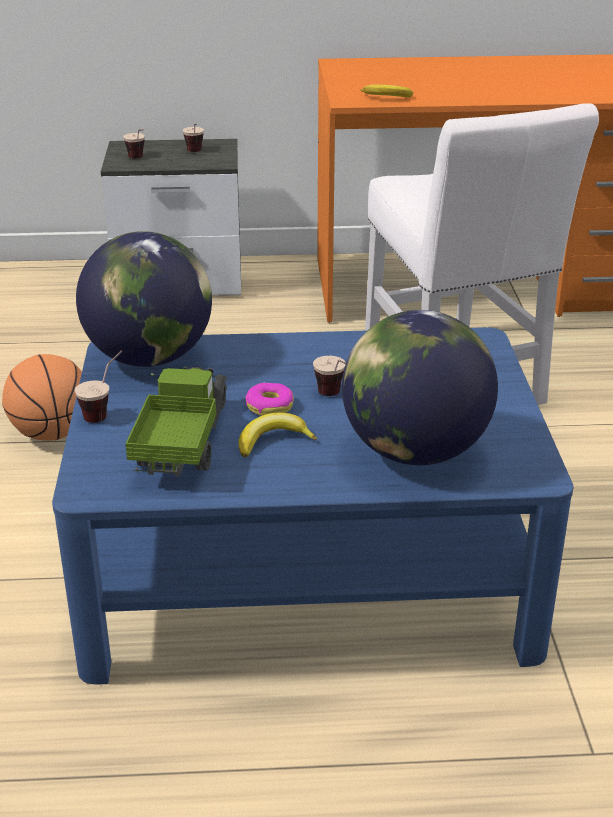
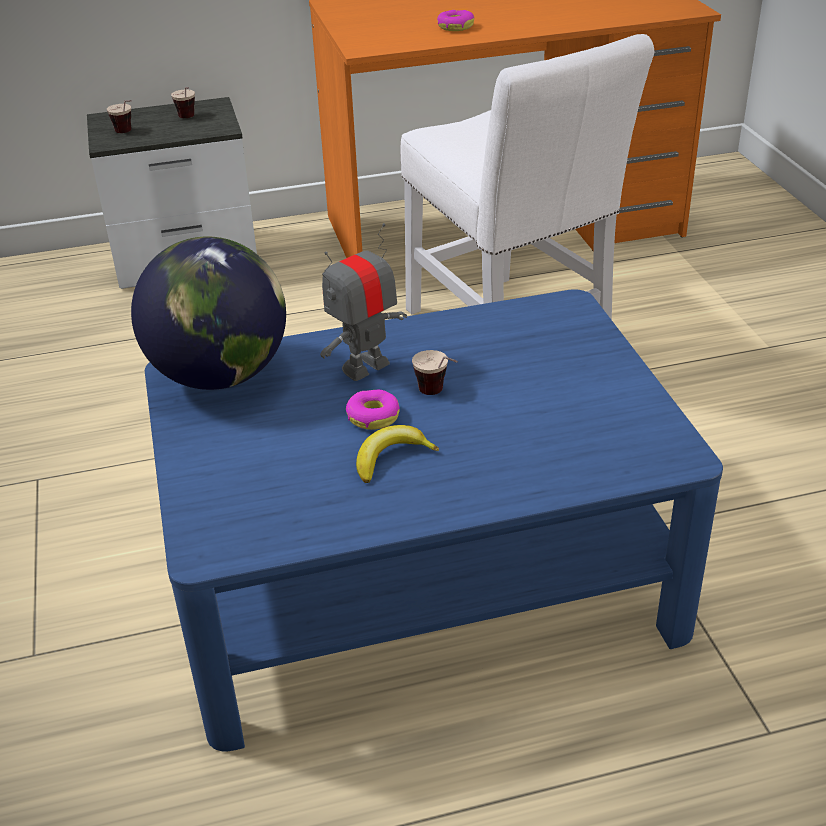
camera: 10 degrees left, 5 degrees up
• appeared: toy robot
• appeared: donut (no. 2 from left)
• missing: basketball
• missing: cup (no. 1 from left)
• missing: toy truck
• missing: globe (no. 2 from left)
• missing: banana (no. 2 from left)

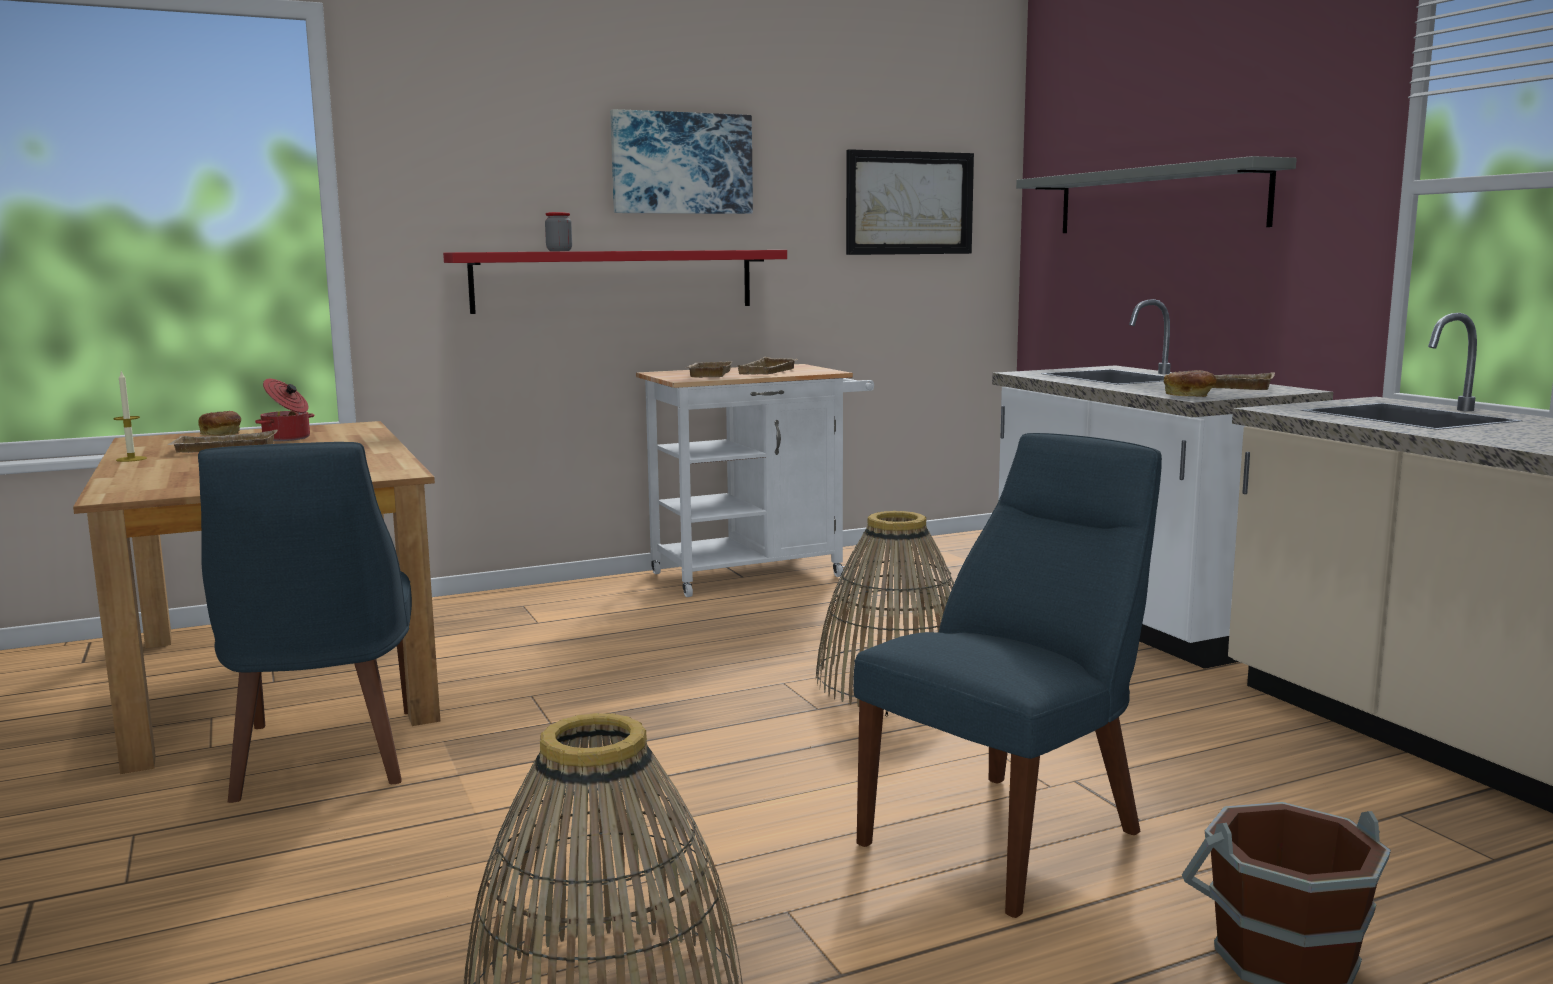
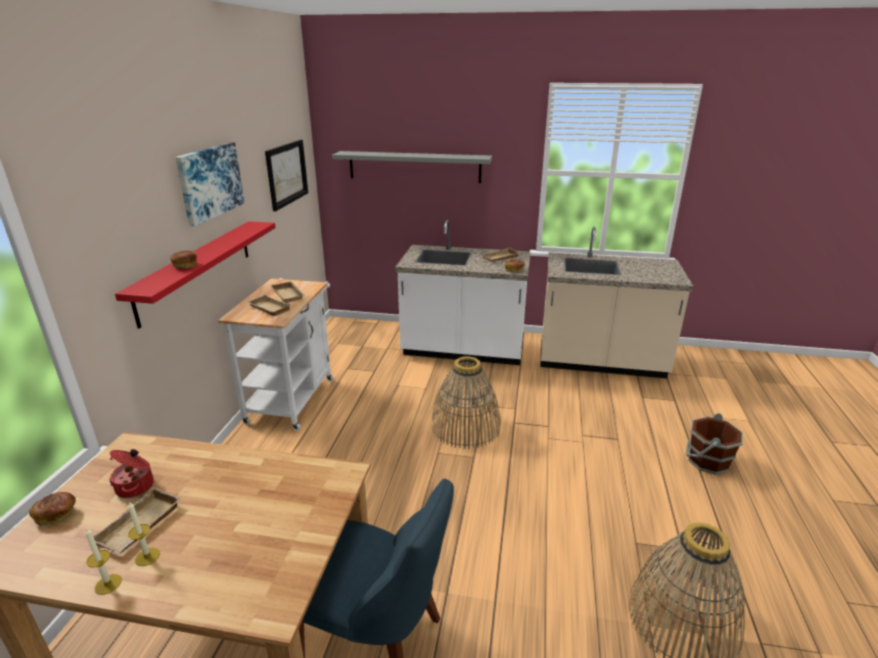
camera: 55 degrees left, 15 degrees up
• appeared: candle (no. 2 from left)
• exchanged: jar to bread (no. 2 from left)
• missing: chair in blue (no. 2 from left)

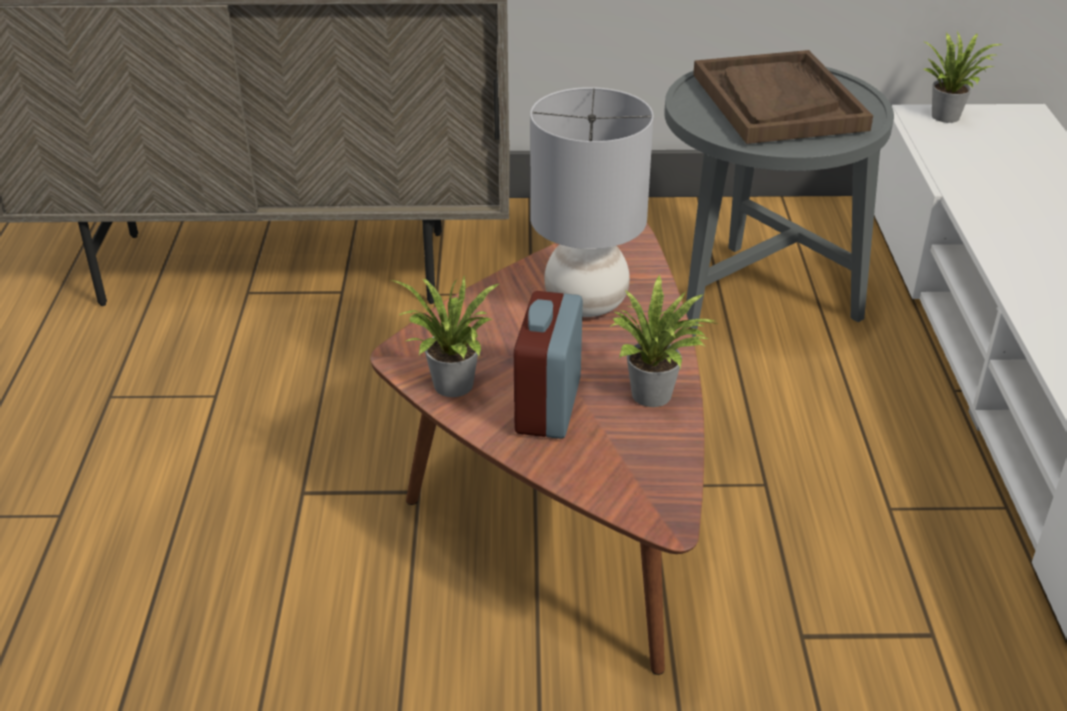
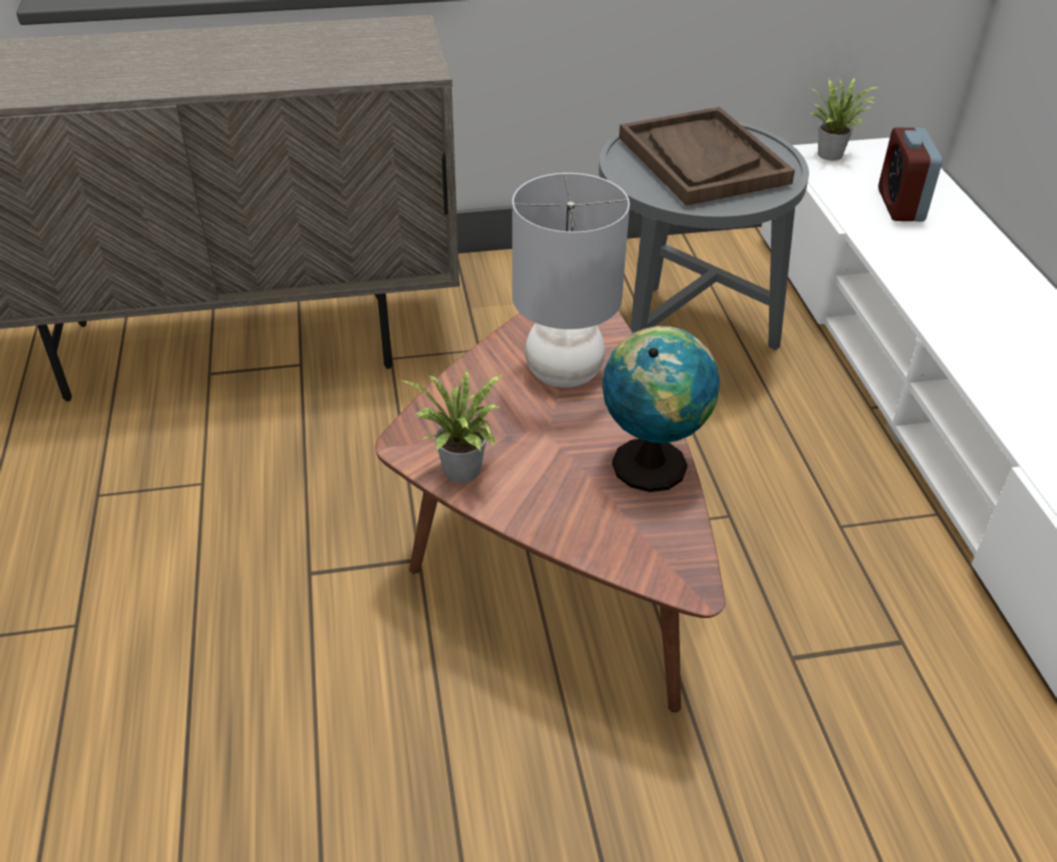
camera: 10 degrees left, 5 degrees up
• exchanged: potted plant (no. 2 from left) to globe
• relocated: alarm clock

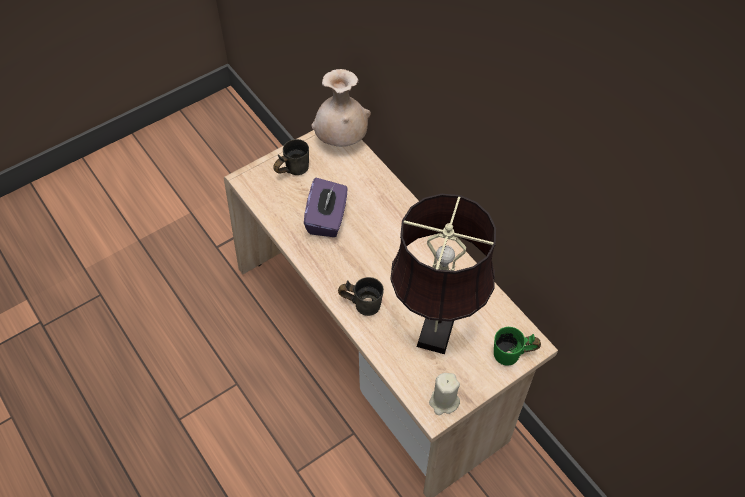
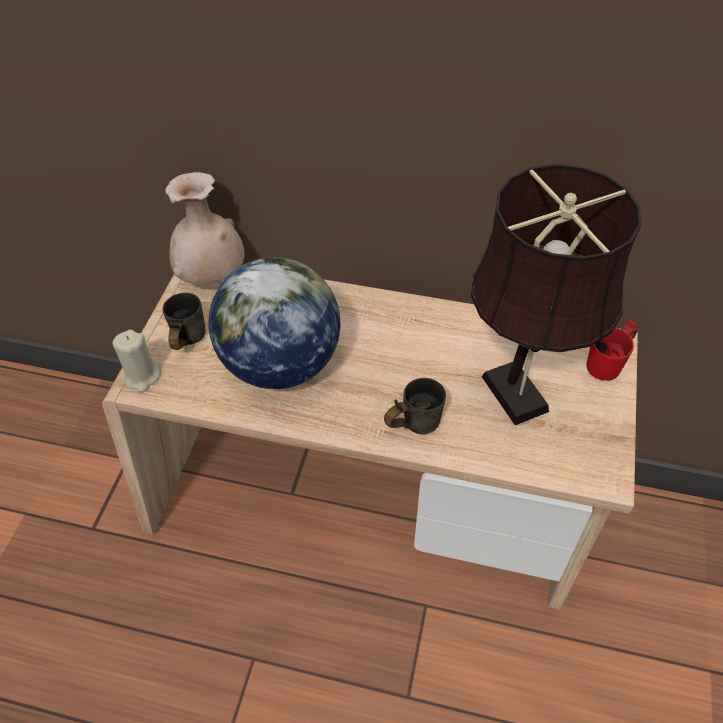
camera: 40 degrees left, 5 degrees down
• relocated: candle in beige
• exchanged: tissue box in purple to globe
• colour: mug in green to mug in red

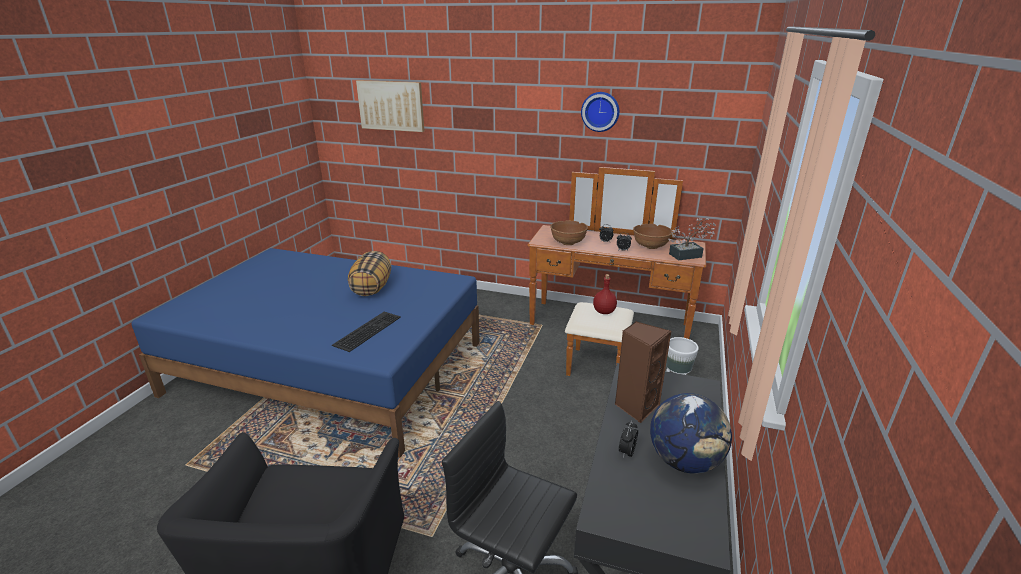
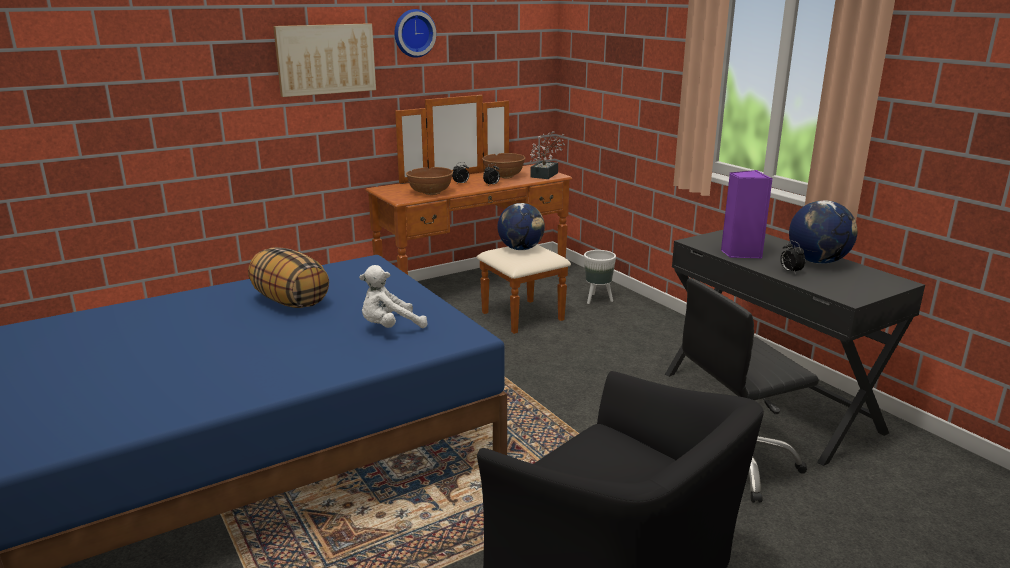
camera: 50 degrees left, 5 degrees down
• relocated: picture
• exchanged: keyboard to plush toy in white
• exchanged: bottle in red to globe (no. 1 from left)
• colour: speaker in brown to speaker in purple

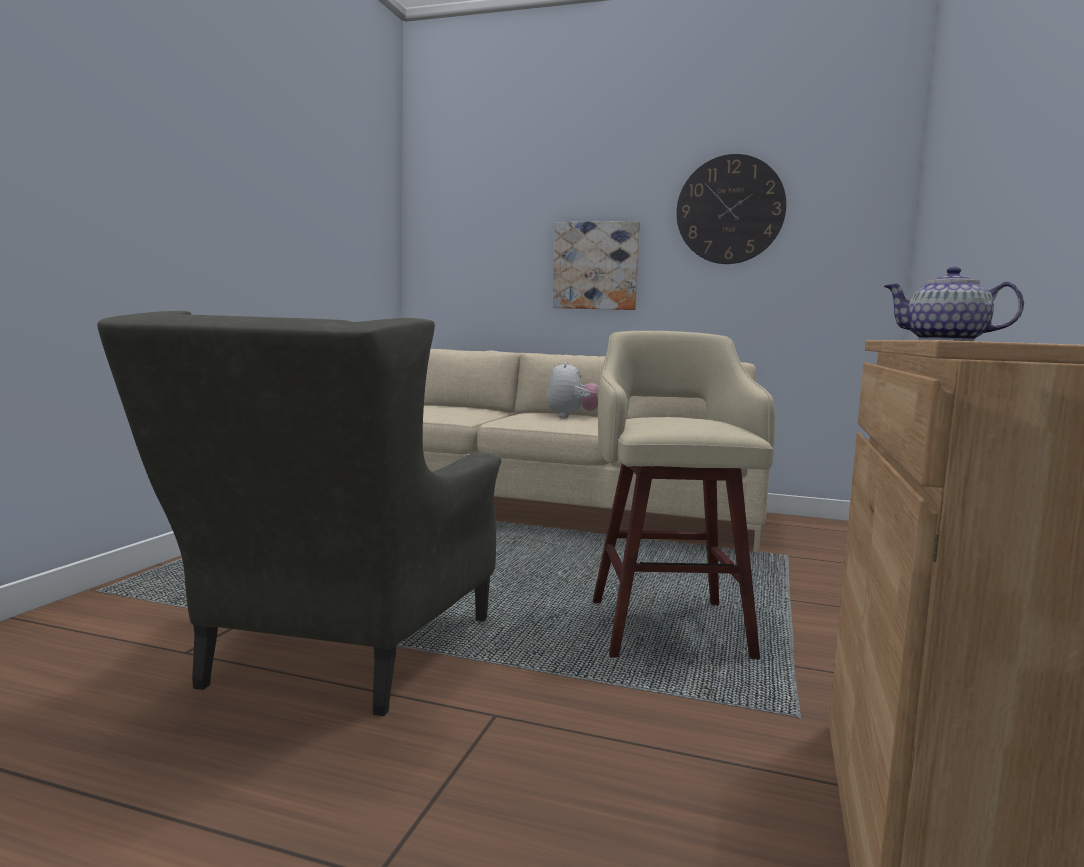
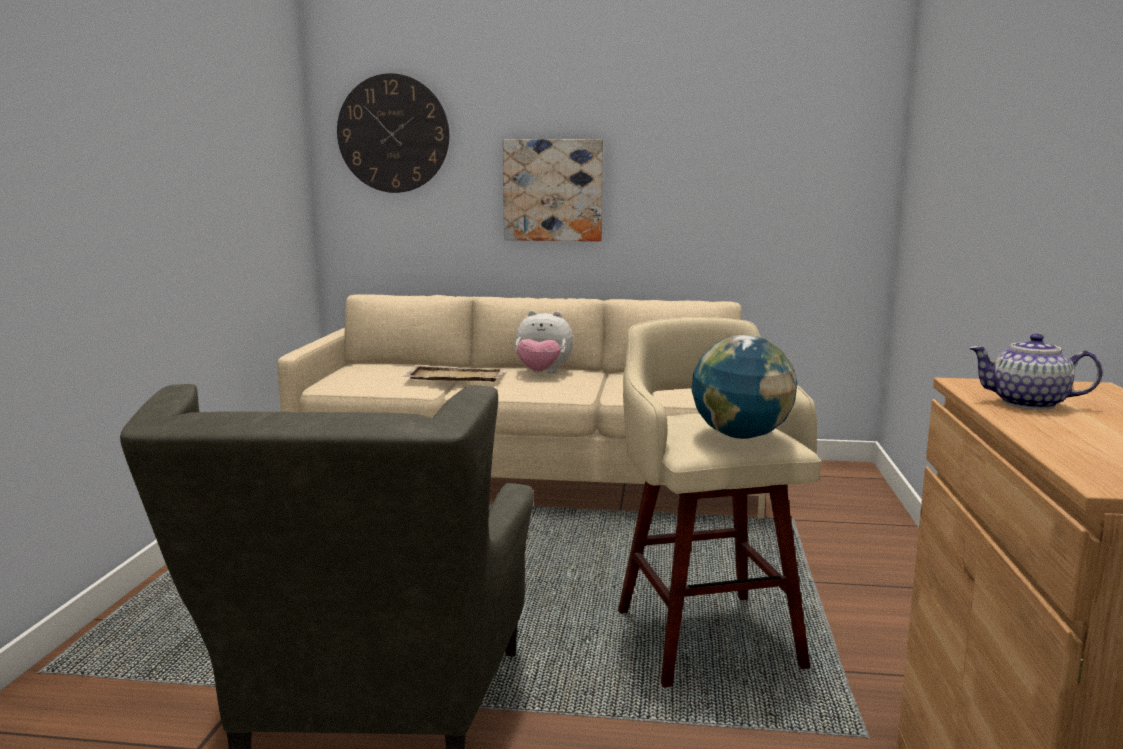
camera: 10 degrees left, 5 degrees up
• relocated: wall clock
• appeared: tray in beige
• spun: plush toy 105 degrees clockwise
• appeared: globe

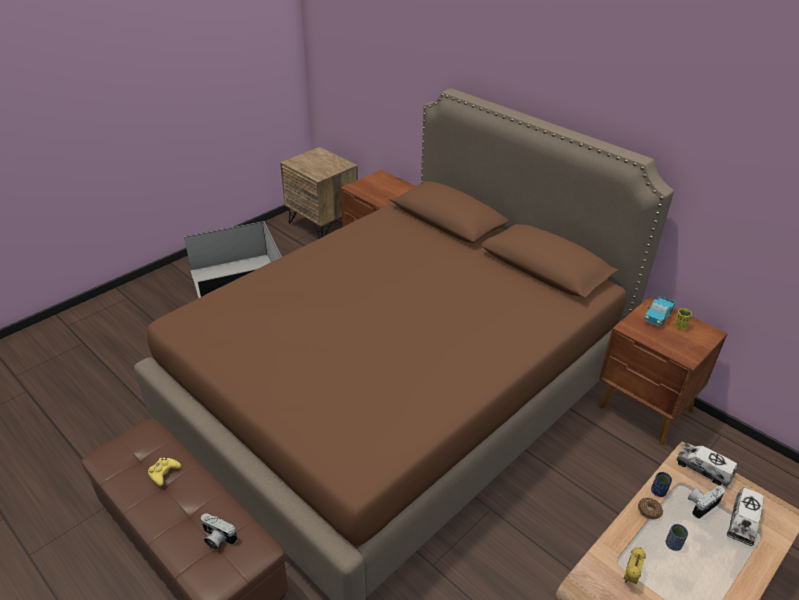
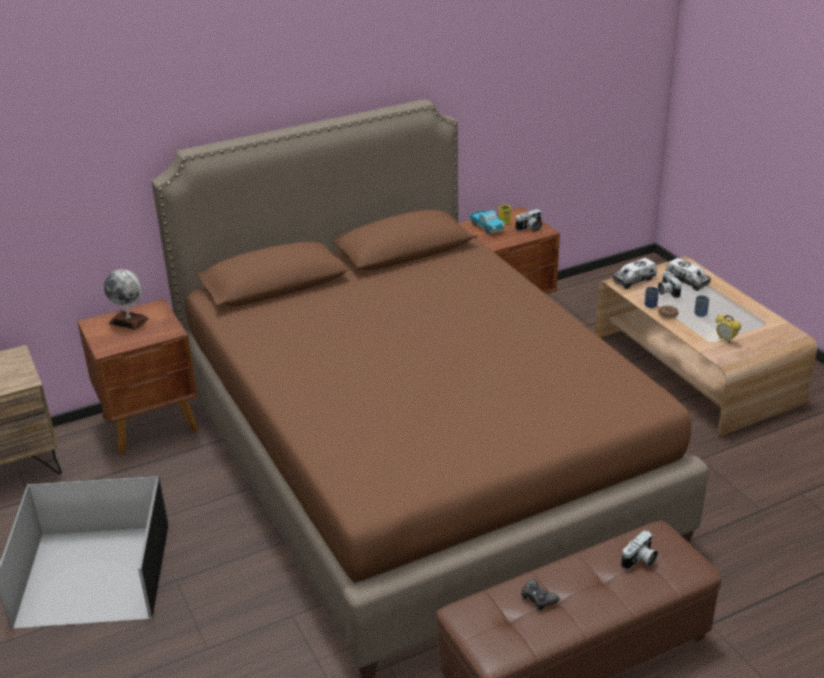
camera: 70 degrees left, 5 degrees down
• appeared: globe
• appeared: photo camera (no. 1 from left)
• colour: game controller in yellow to game controller in black

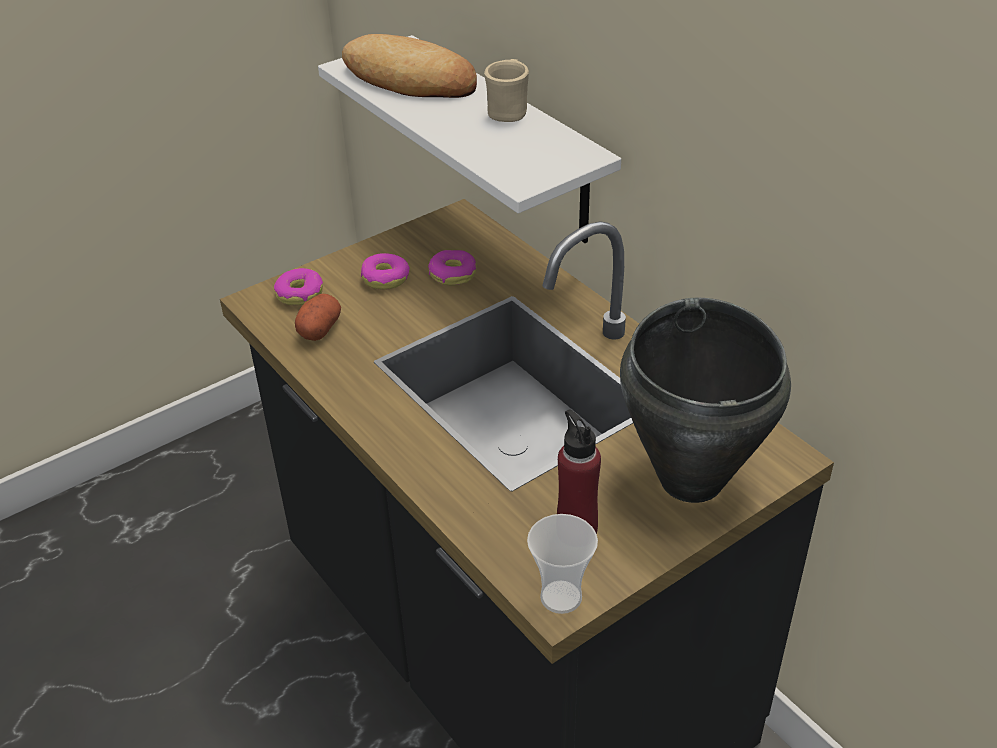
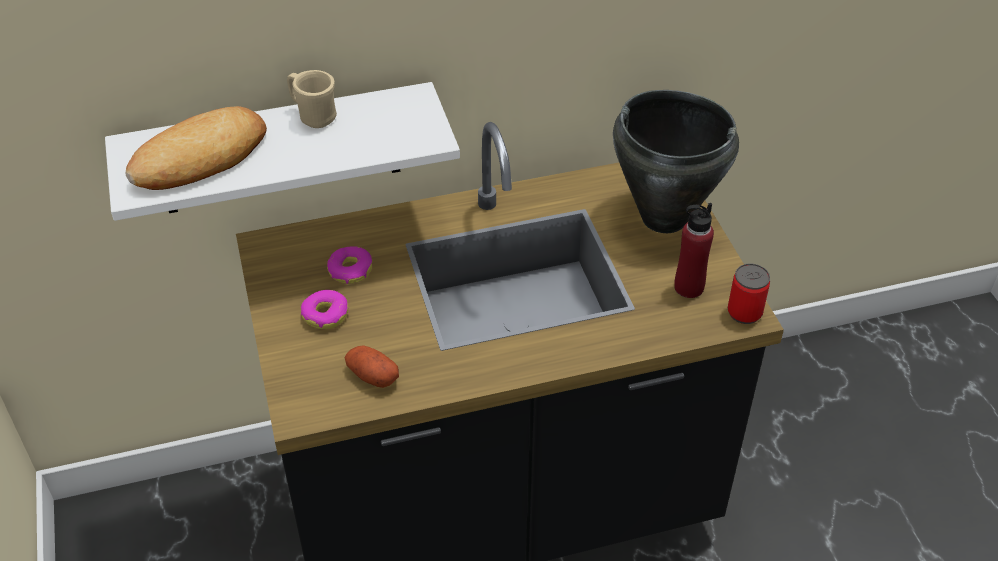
camera: 70 degrees left, 5 degrees up
• exchanged: cup to can
• missing: donut (no. 1 from left)

